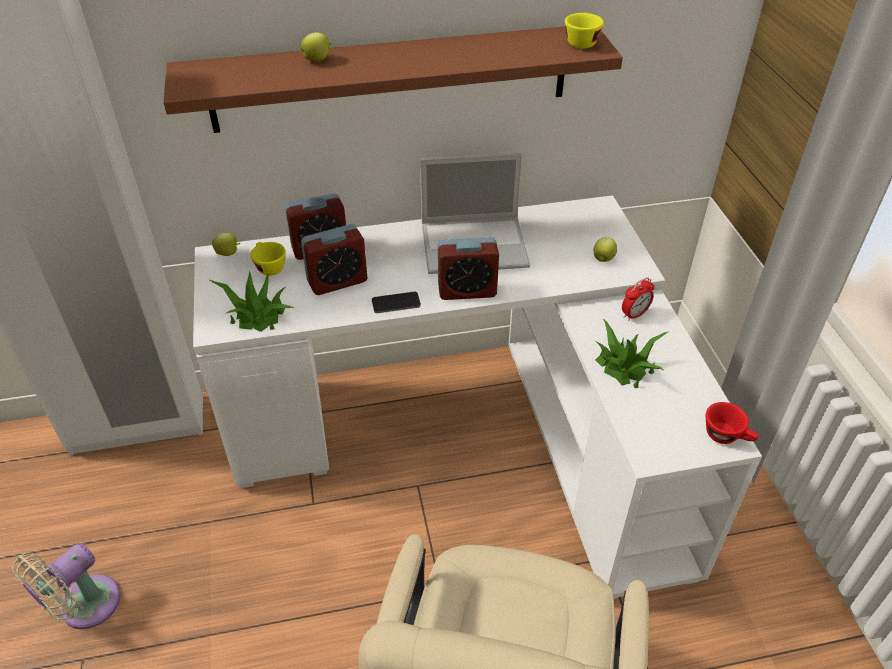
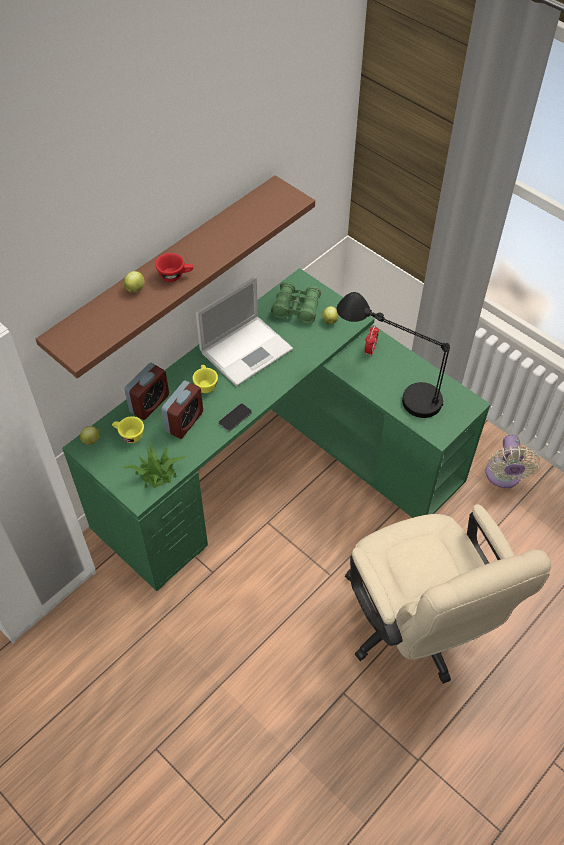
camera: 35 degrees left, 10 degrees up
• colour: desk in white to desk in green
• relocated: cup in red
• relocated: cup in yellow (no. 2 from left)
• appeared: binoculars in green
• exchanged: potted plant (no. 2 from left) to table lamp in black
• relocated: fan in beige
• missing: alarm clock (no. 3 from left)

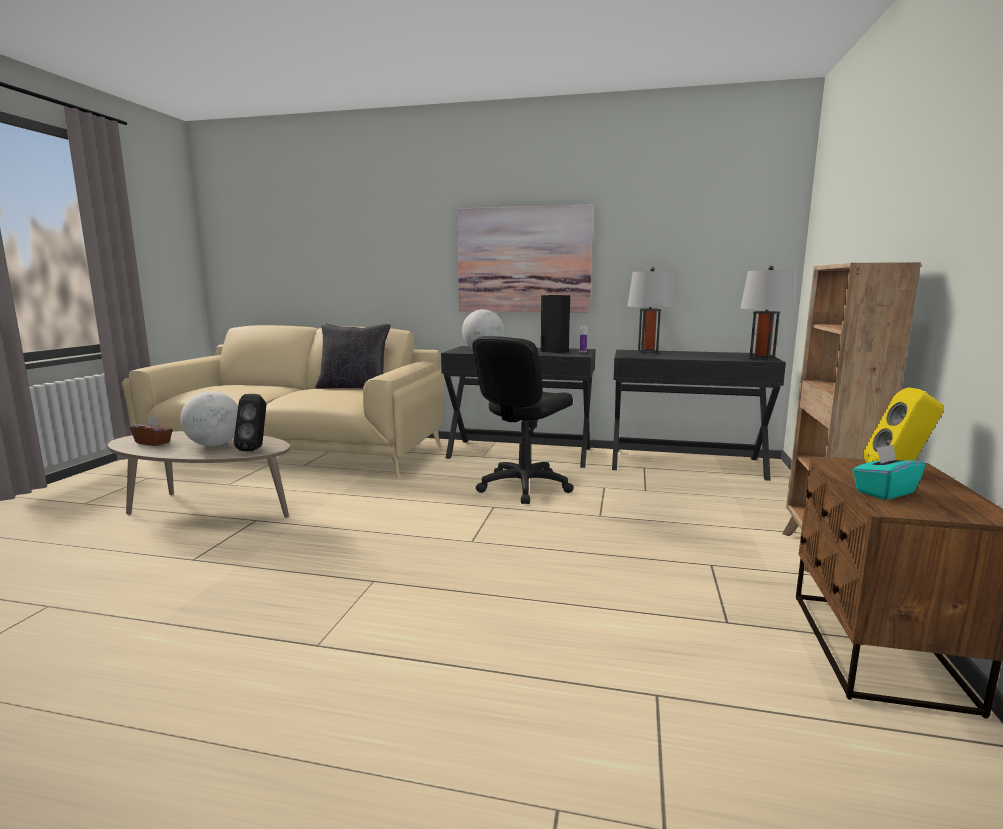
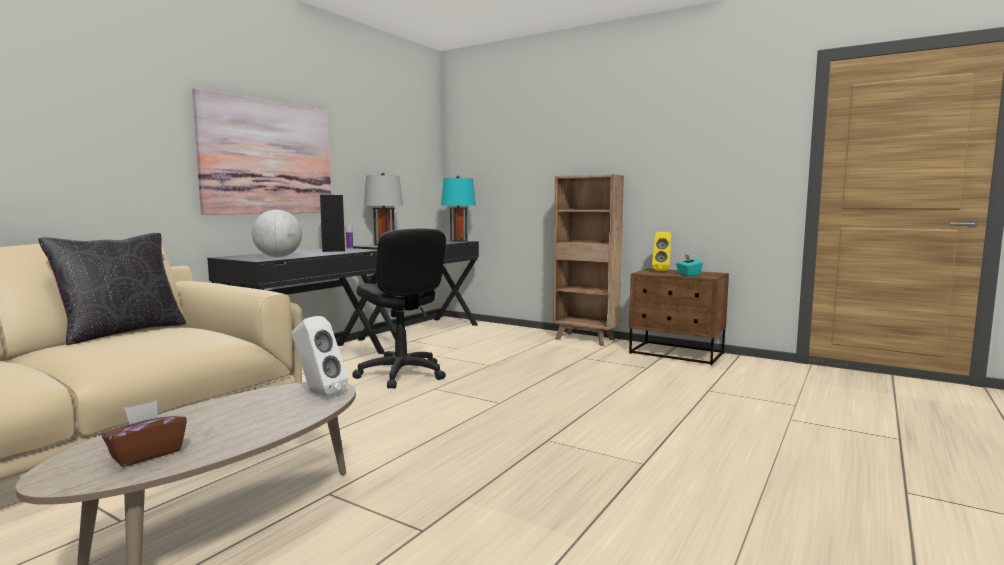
camera: 70 degrees left, 5 degrees down
• colour: speaker in black (no. 1 from left) to speaker in white
• colour: table lamp in grey (no. 2 from left) to table lamp in turquoise
• missing: globe (no. 1 from left)

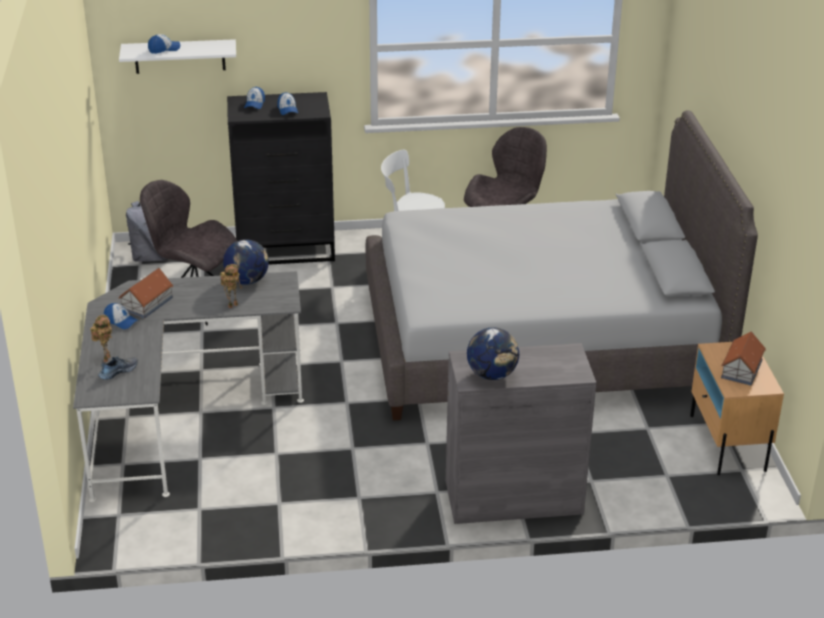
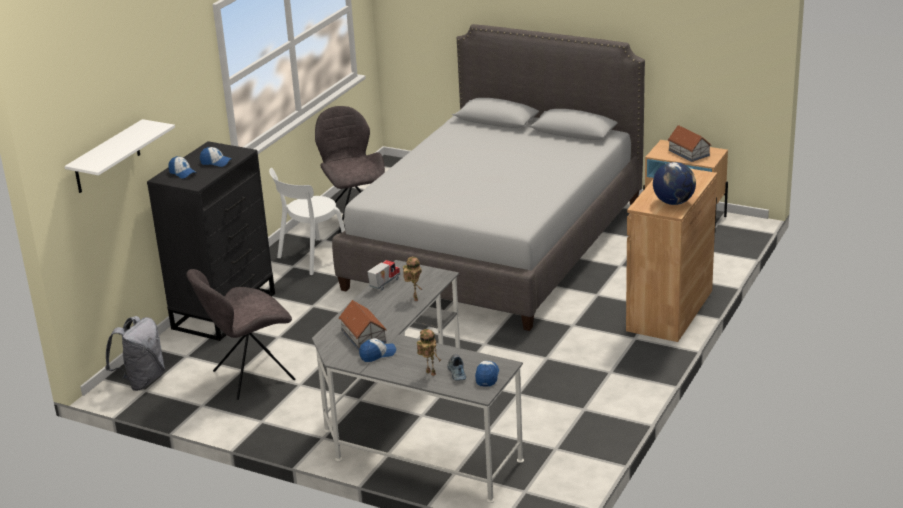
camera: 55 degrees left, 5 degrees down
• exchanged: globe (no. 1 from left) to toy truck
• relocated: cap (no. 2 from left in the first image) to cap (no. 4 from left)
• colour: cabinet in grey to cabinet in brown

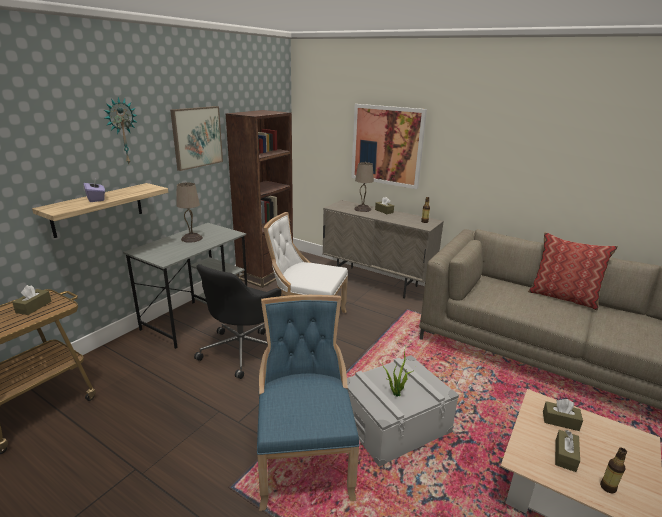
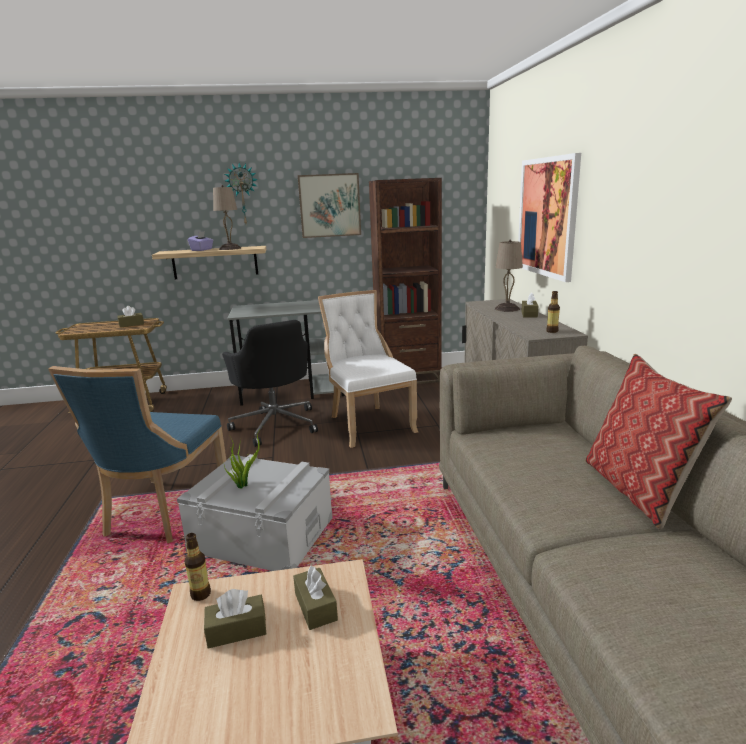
camera: 50 degrees right, 5 degrees down
• spun: chair in blue 150 degrees clockwise
• relocated: bottle (no. 2 from left in the first image) to bottle (no. 1 from left)
• relocated: table lamp in beige (no. 1 from left)
• spun: office chair in black 105 degrees counterclockwise

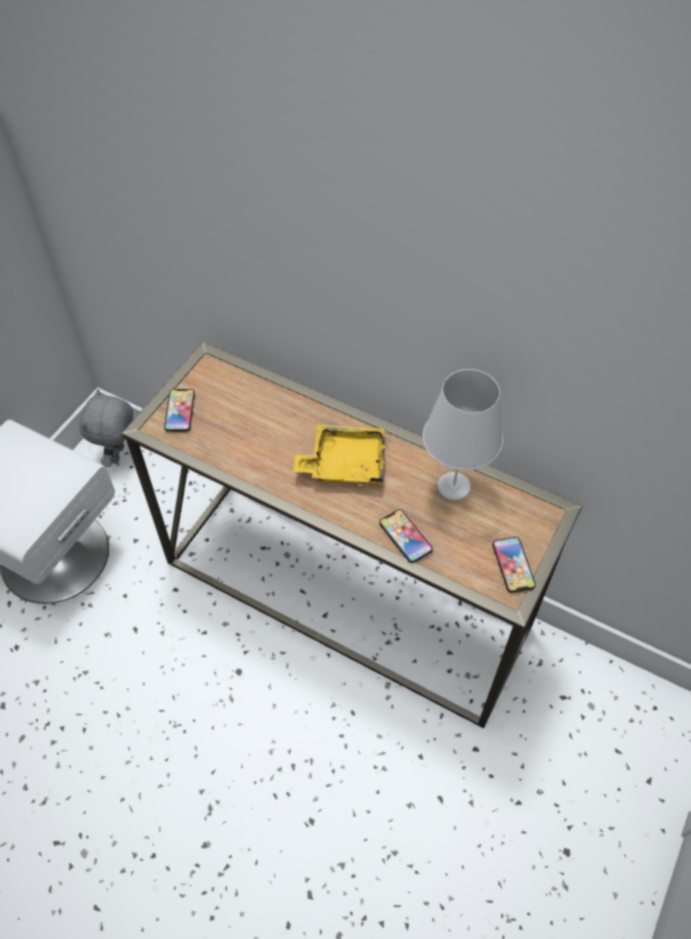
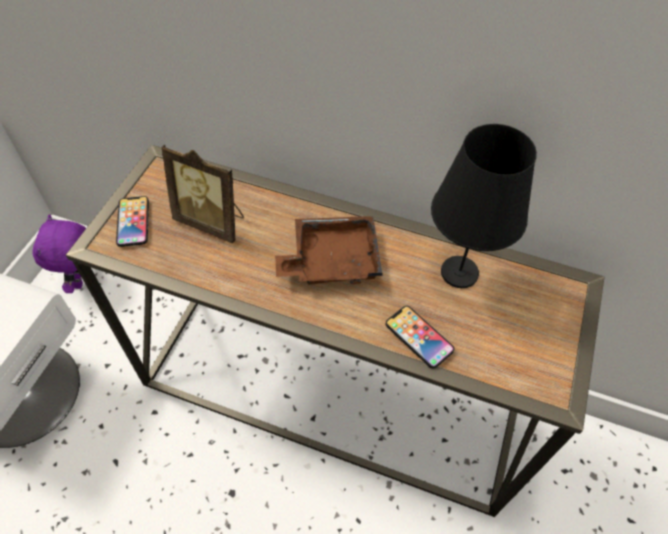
camera: 10 degrees left, 0 degrees up
• colour: plush toy in grey to plush toy in purple
• appeared: picture frame
• colour: tray in yellow to tray in brown
• colour: table lamp in white to table lamp in black
• missing: phone (no. 3 from left)

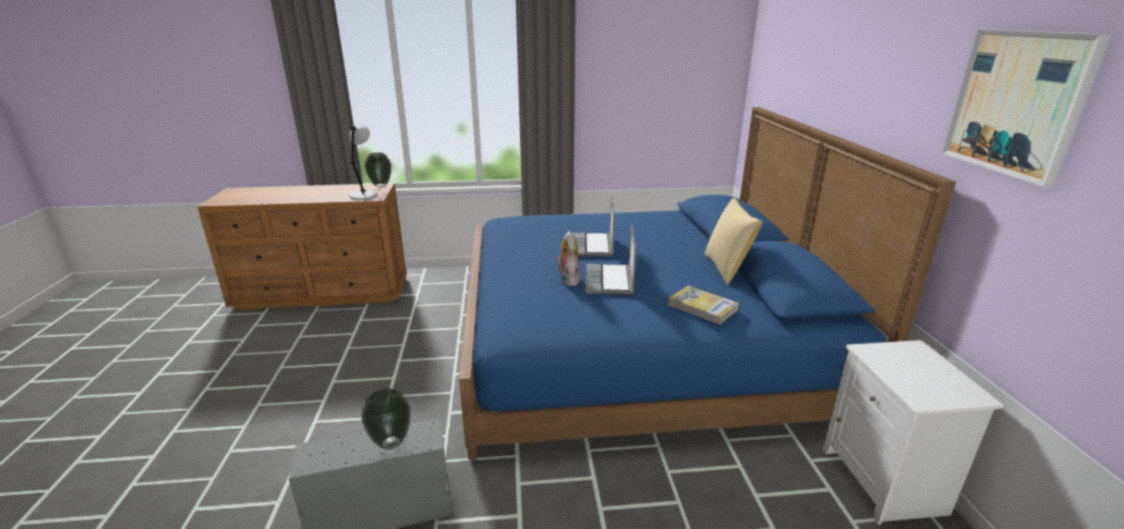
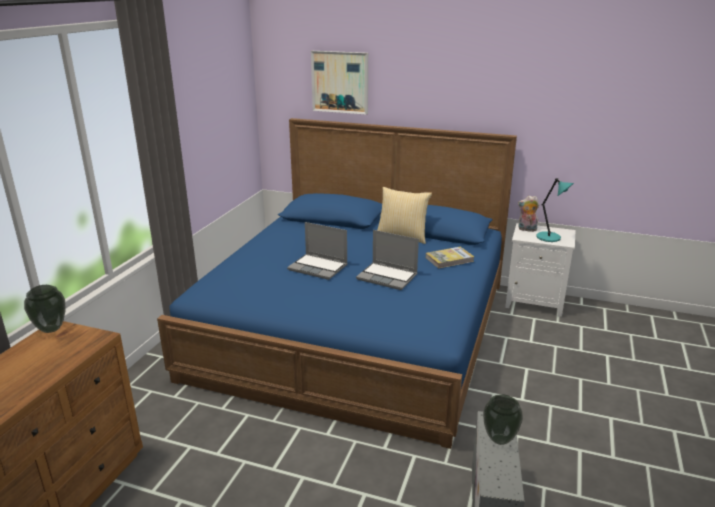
camera: 65 degrees left, 0 degrees up
• relocated: picture
• relocated: plush toy
• appeared: table lamp in turquoise
• missing: table lamp in grey

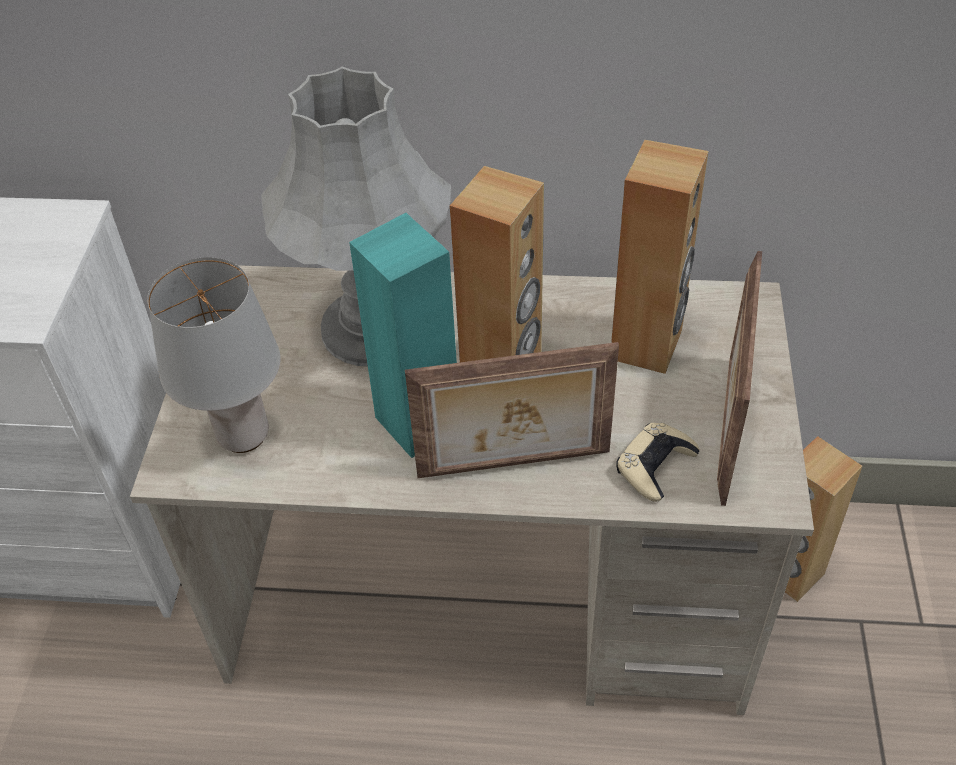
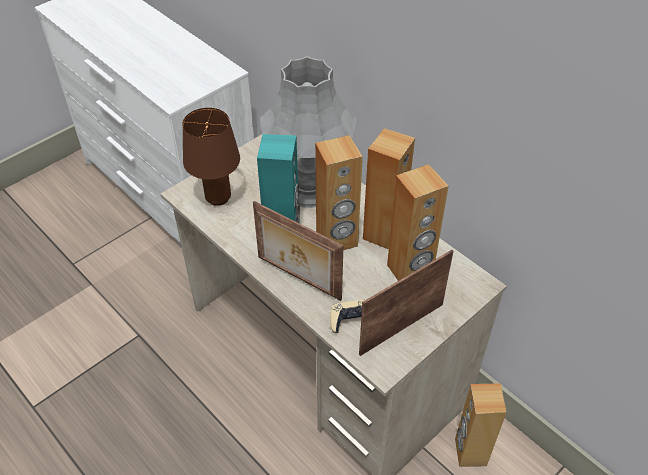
camera: 40 degrees right, 0 degrees up
• colour: table lamp in grey (no. 1 from left) to table lamp in brown
• appeared: speaker in brown (no. 2 from left)

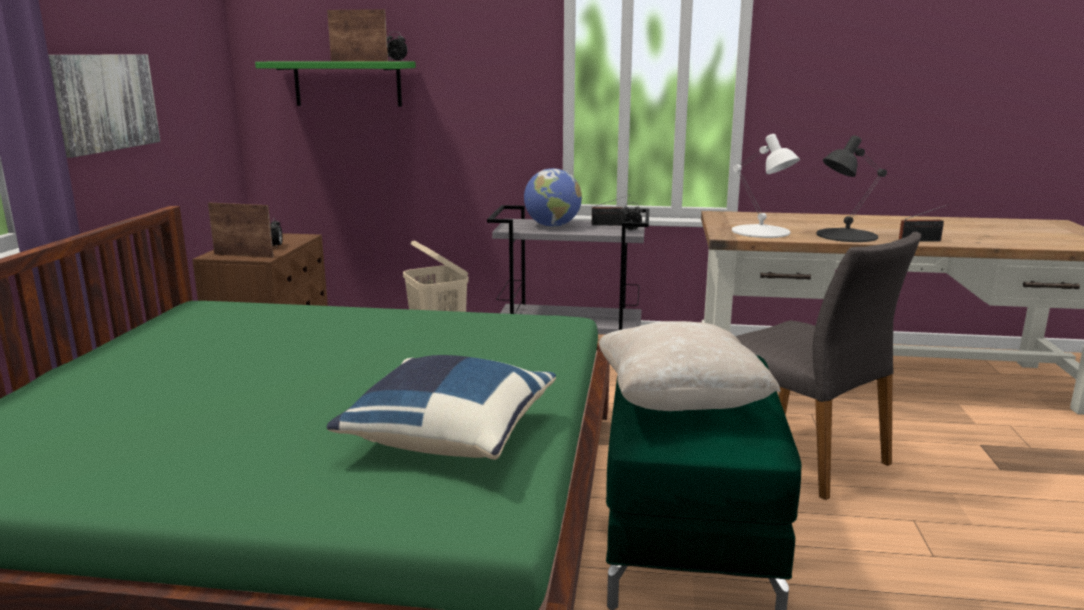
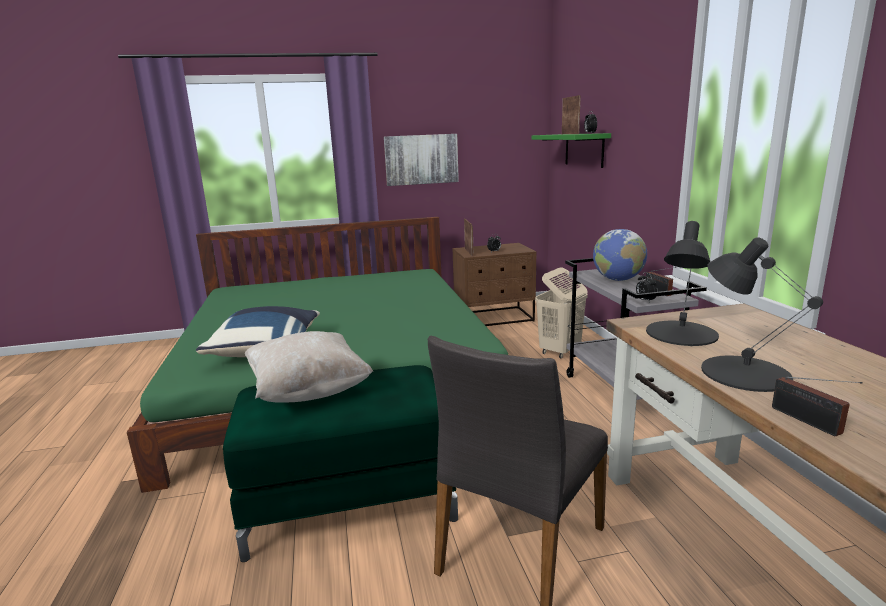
camera: 70 degrees right, 0 degrees up
• colour: table lamp in white to table lamp in black (no. 1 from left)

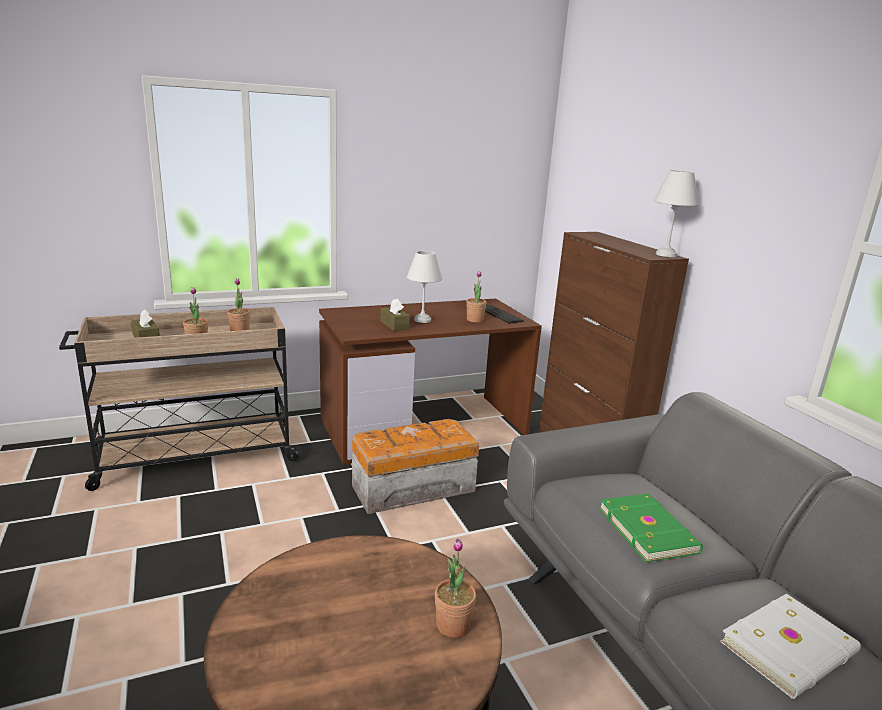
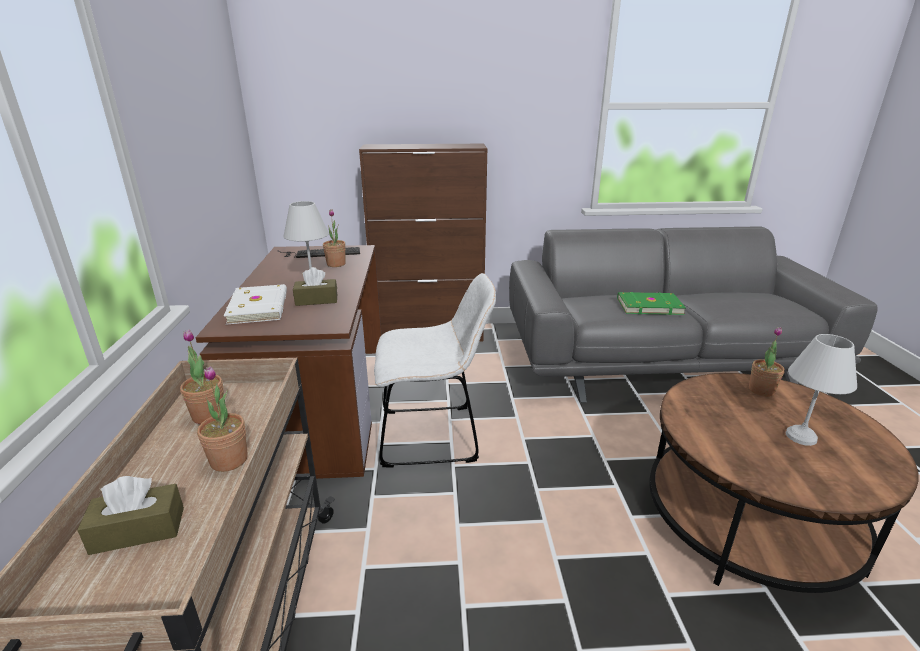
camera: 70 degrees left, 5 degrees up
• relocated: book in white
• exchanged: storage box to chair in white
• relocated: table lamp in white (no. 2 from left)

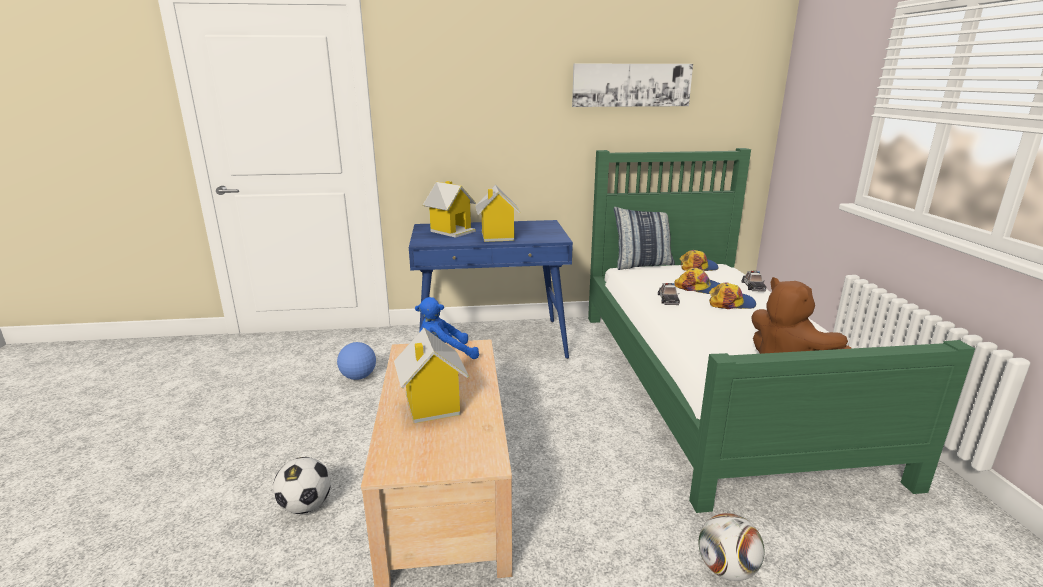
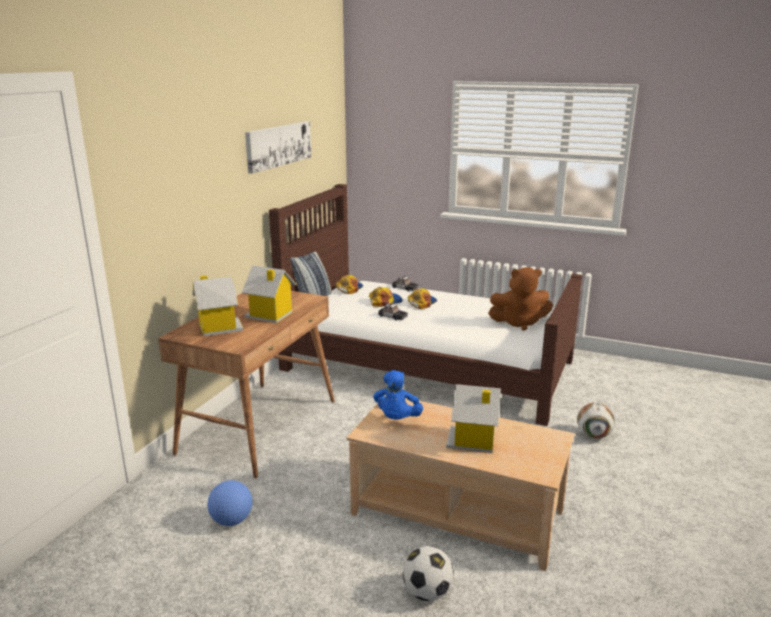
camera: 60 degrees left, 0 degrees up
• colour: desk in blue to desk in brown
• colour: bed in green to bed in brown

